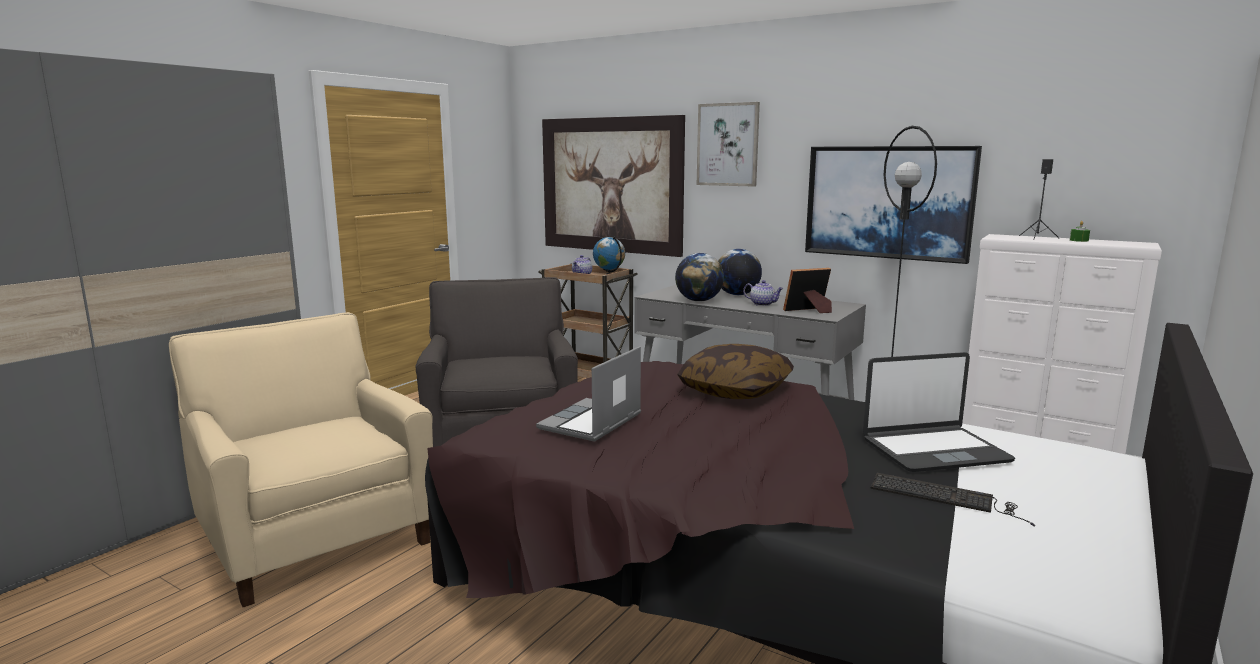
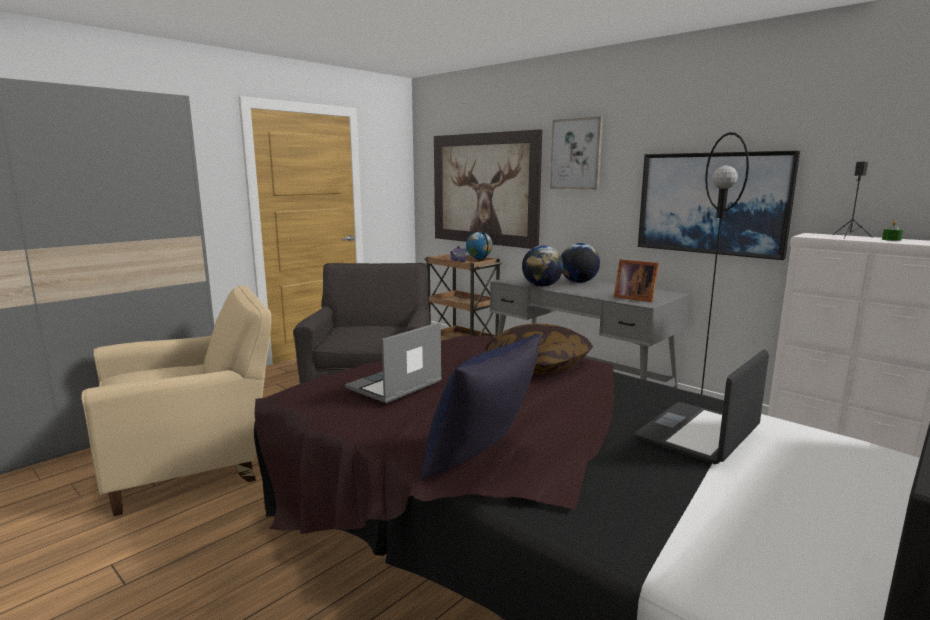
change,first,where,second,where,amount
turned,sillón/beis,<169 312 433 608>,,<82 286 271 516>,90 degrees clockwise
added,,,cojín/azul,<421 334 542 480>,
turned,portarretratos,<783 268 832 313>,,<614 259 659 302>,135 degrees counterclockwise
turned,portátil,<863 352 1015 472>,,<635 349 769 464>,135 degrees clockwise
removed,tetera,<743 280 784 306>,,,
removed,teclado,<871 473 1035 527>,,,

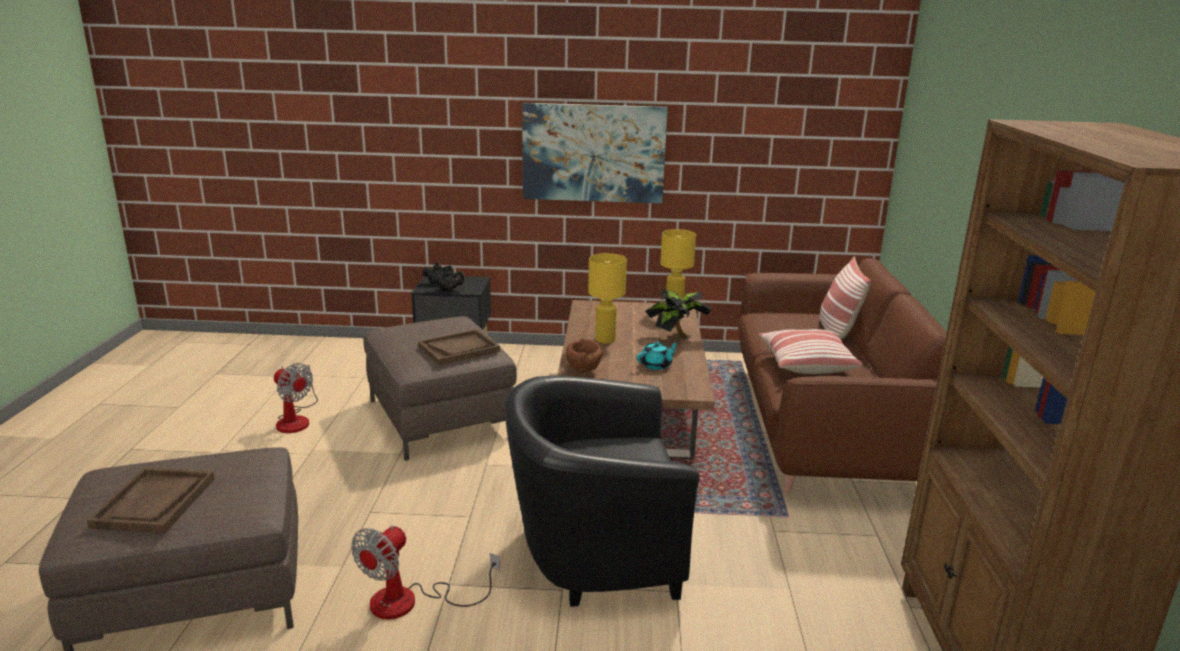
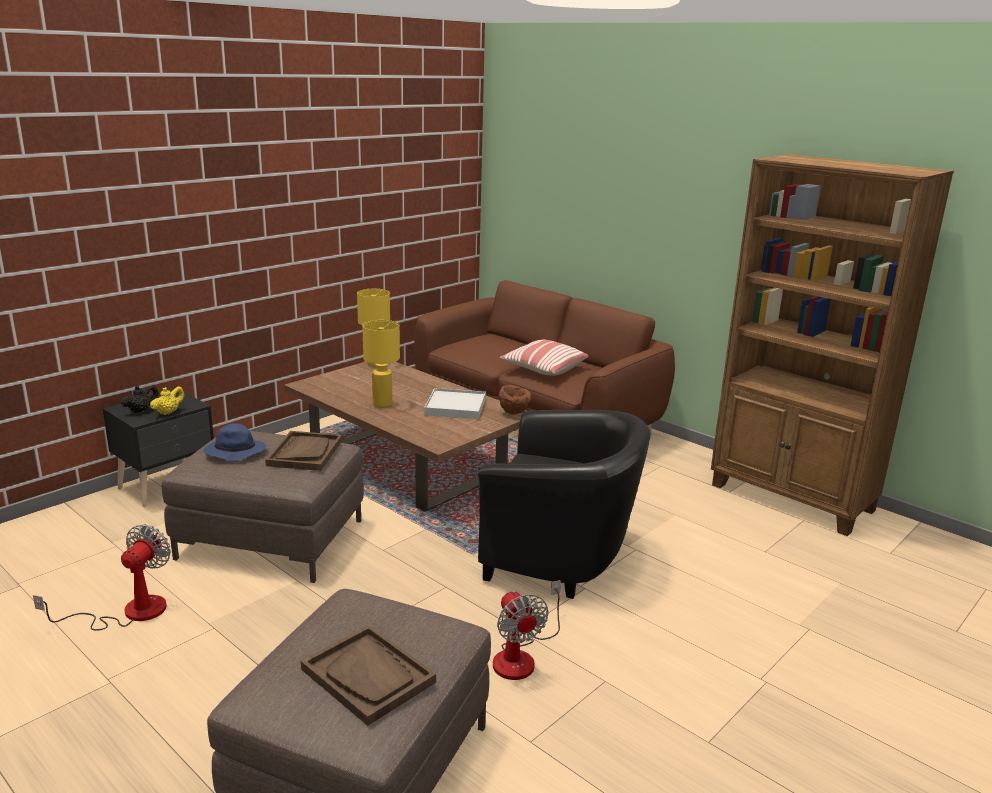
change,first,where,second,where,amount
turned,ventilador,<274 363 318 433>,,<33 524 171 631>,60 degrees counterclockwise
recoloured,tetera/negro,<432 268 465 291>,tetera/amarillo,<150 387 185 415>,
added,,,sombrero/azul,<203 423 266 462>,
replaced,tetera/turquesa,<637 342 679 370>,bandeja/blanco,<424 388 486 419>,
turned,sillón/negro,<505 376 700 607>,,<478 410 651 599>,105 degrees counterclockwise
moved,cuenco/marrón,<566 338 603 372>,,<499 385 532 415>,
removed,cuadro,<522 103 668 203>,,,
removed,planta en maceta,<645 289 712 339>,,,
removed,cojín,<820 257 871 339>,,,

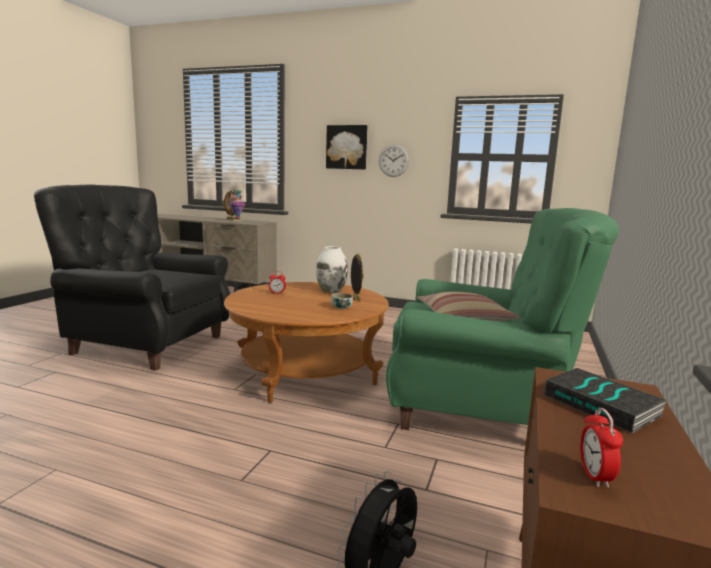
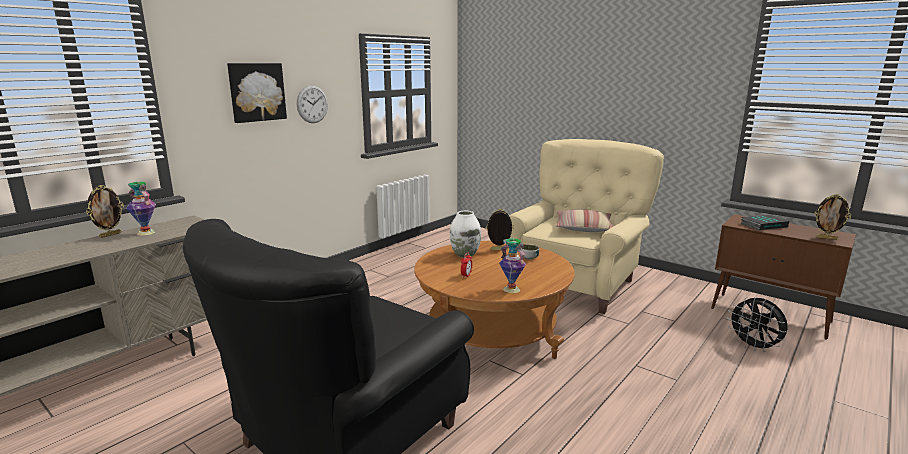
change,first,where,second,where,amount
added,,,florero,<499 238 526 293>,
recoloured,sillón/verde,<386 208 619 430>,sillón/beis,<509 139 664 314>,
replaced,despertador,<580 408 623 488>,portarretratos,<814 194 851 240>,

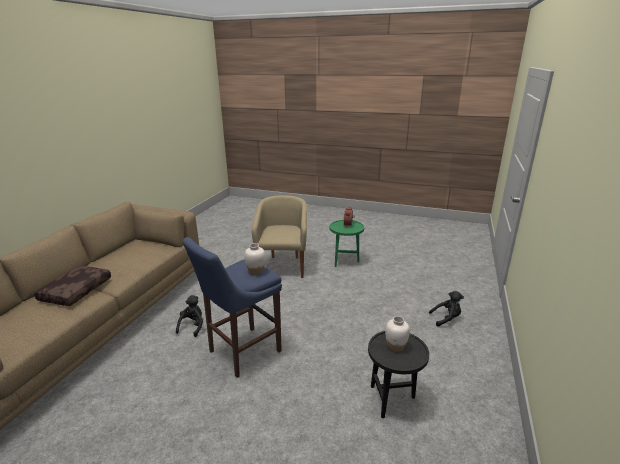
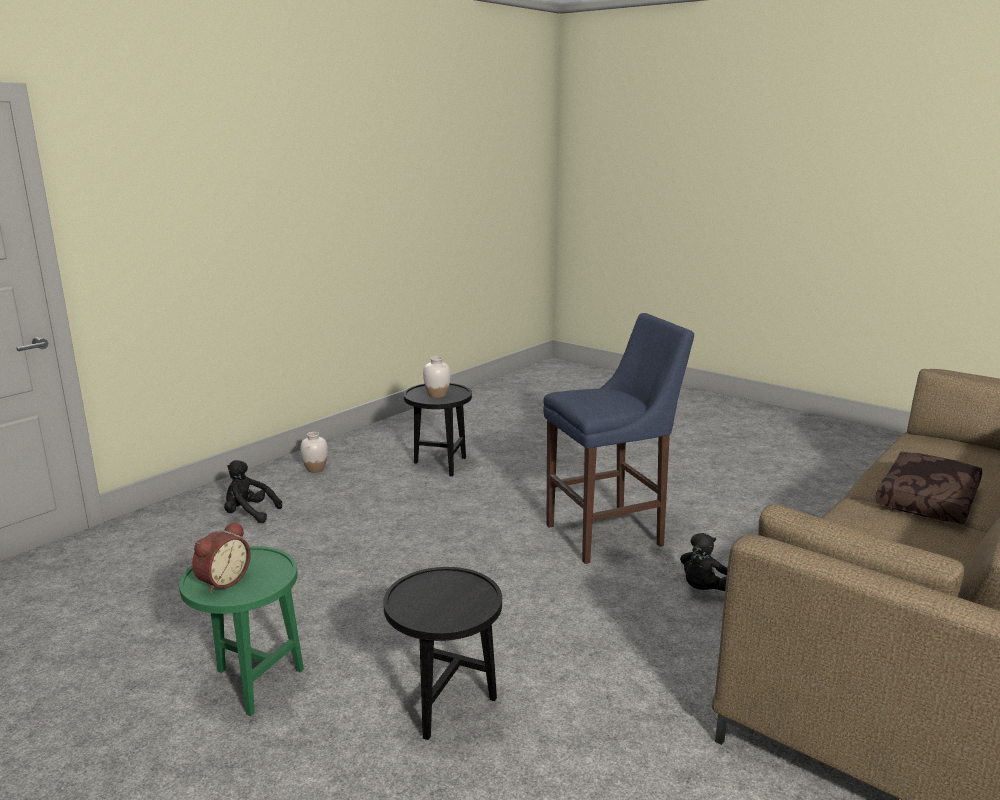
change,first,where,second,where,amount
moved,florero/blanco,<244 243 266 275>,,<300 432 328 473>,
replaced,sillón/beis,<251 195 307 278>,mesa auxiliar/negro,<383 567 502 740>,

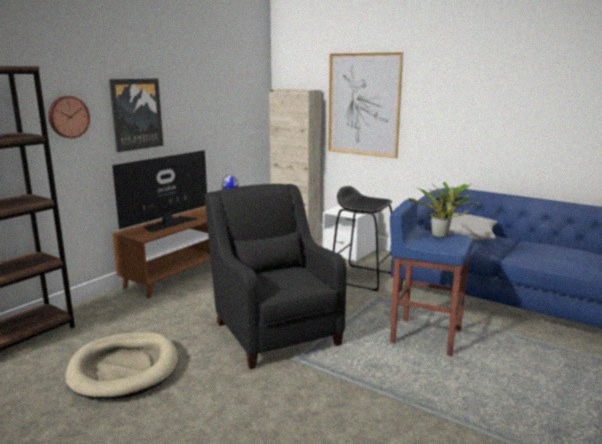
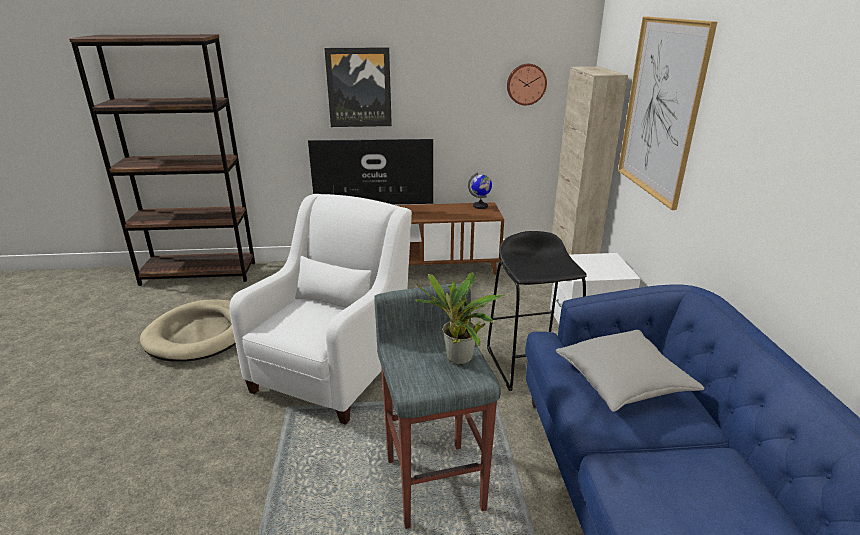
change,first,where,second,where,amount
recoloured,sillón/negro,<205 184 347 369>,sillón/blanco,<229 194 412 425>,
recoloured,taburete/azul,<390 198 474 356>,taburete/gris,<374 283 500 529>,
moved,reloj de pared,<48 96 90 138>,,<507 64 547 106>,

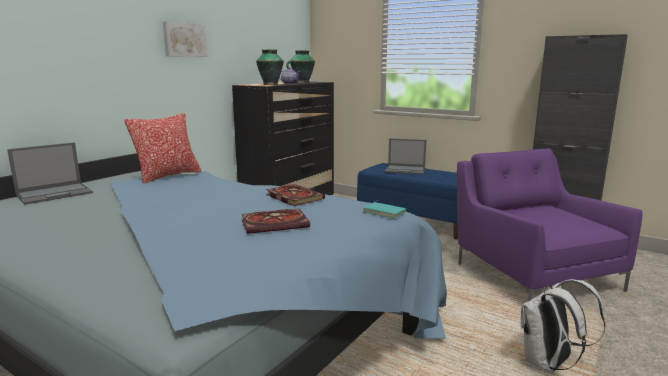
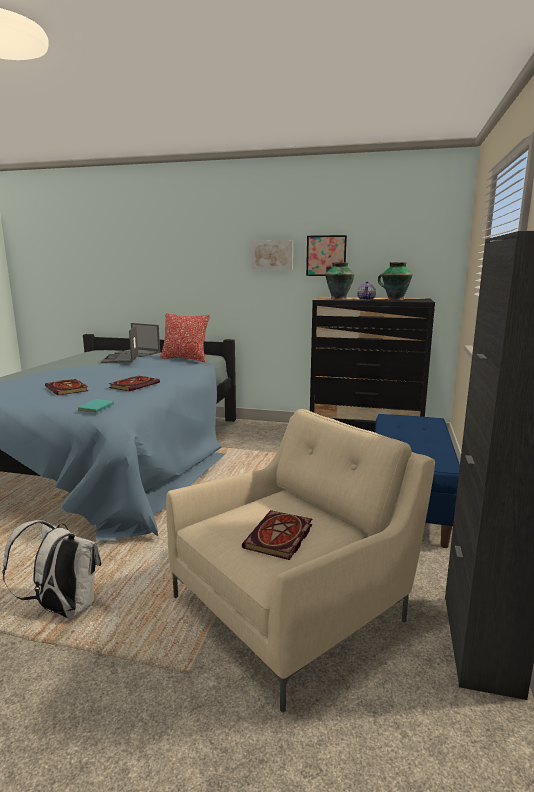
change,first,where,second,where,amount
moved,portátil,<385 138 426 174>,,<101 325 138 363>,
recoloured,sillón/morado,<457 148 642 301>,sillón/beis,<166 409 435 713>,
added,,,libro,<242 510 312 560>,
added,,,cuadro,<306 235 347 276>,

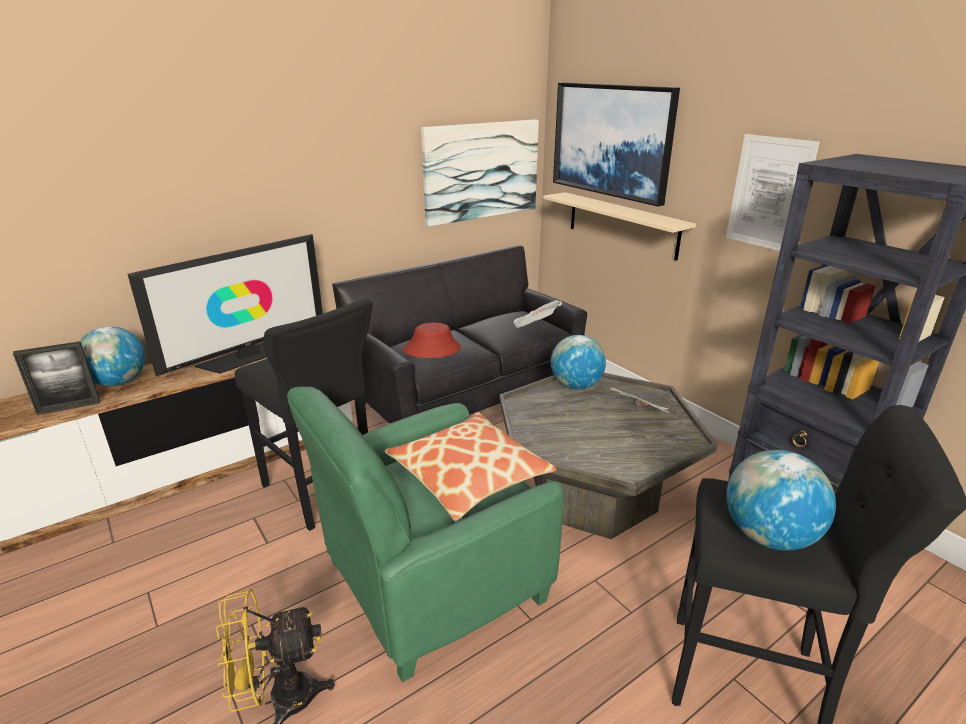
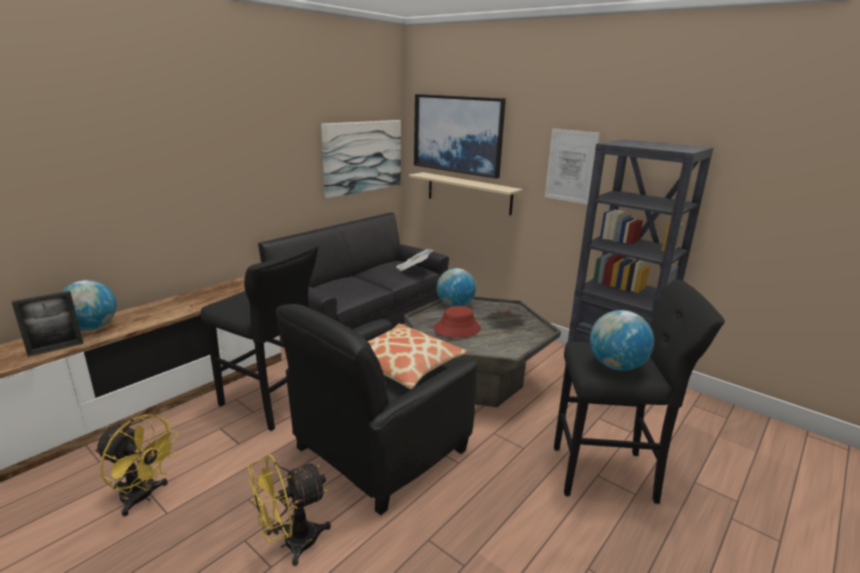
change,first,where,second,where,amount
added,,,ventilador/amarillo,<95 415 179 517>,
recoloured,sillón/verde,<287 387 564 682>,sillón/negro,<276 304 478 515>,
moved,sombrero/rojo,<403 323 461 358>,,<434 306 481 338>,
removed,televisor,<128 234 323 376>,,,

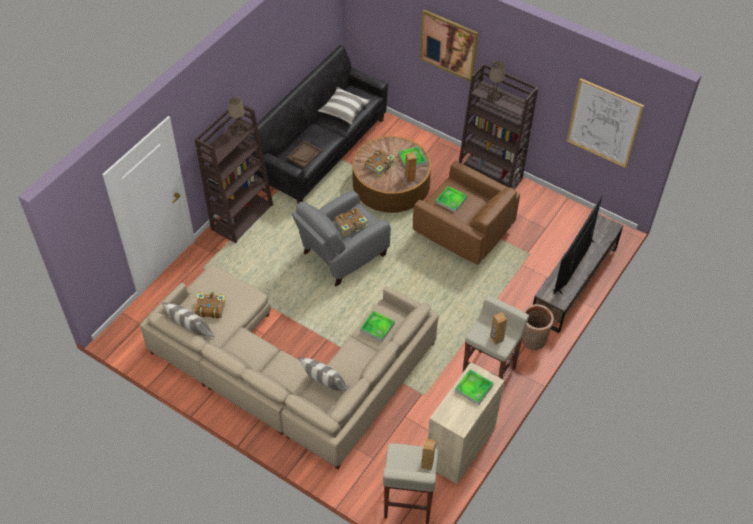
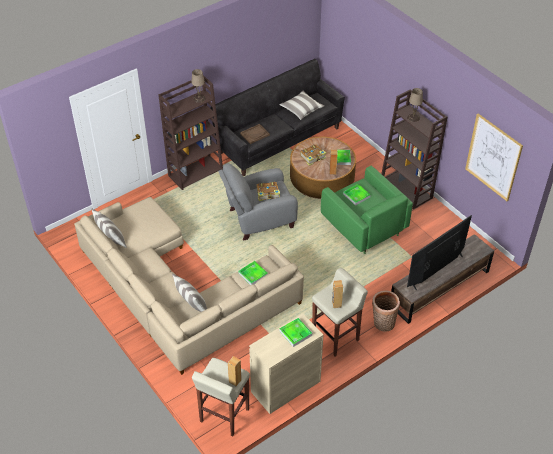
change,first,where,second,where,amount
recoloured,sillón/marrón,<413 161 520 265>,sillón/verde,<321 166 413 254>,
removed,libro,<194 291 226 319>,,,
removed,cuadro,<420 9 478 82>,,,

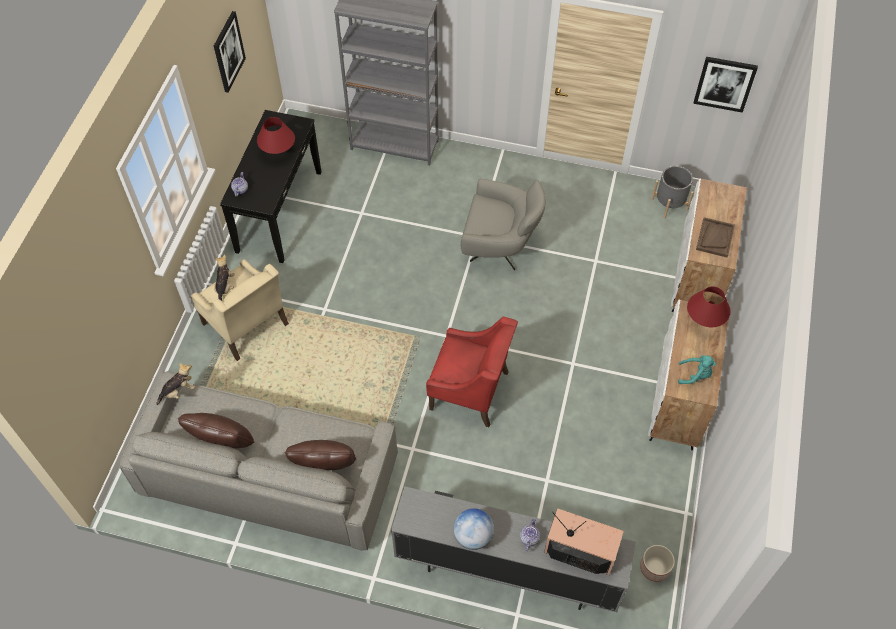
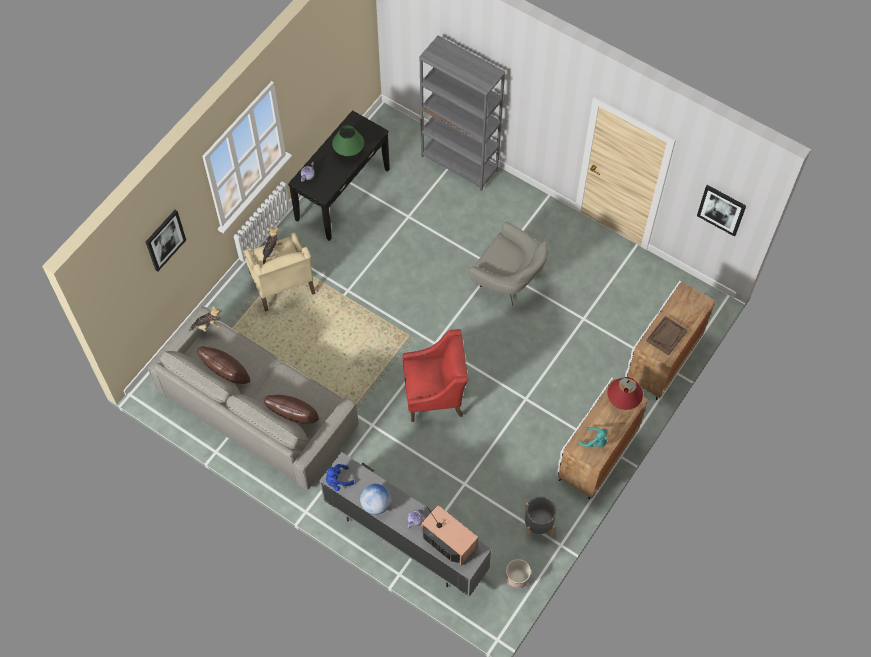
change,first,where,second,where,amount
moved,cuadro,<214 11 246 93>,,<146 210 186 272>,
added,,,peluche/azul,<325 464 354 491>,
recoloured,lámpara de mesa/rojo,<257 117 295 154>,lámpara de mesa/verde,<332 126 364 156>,
turned,sillón/rojo,<426 317 518 427>,,<402 329 468 422>,45 degrees counterclockwise
moved,maceta/gris,<651 166 694 218>,,<524 496 556 538>,

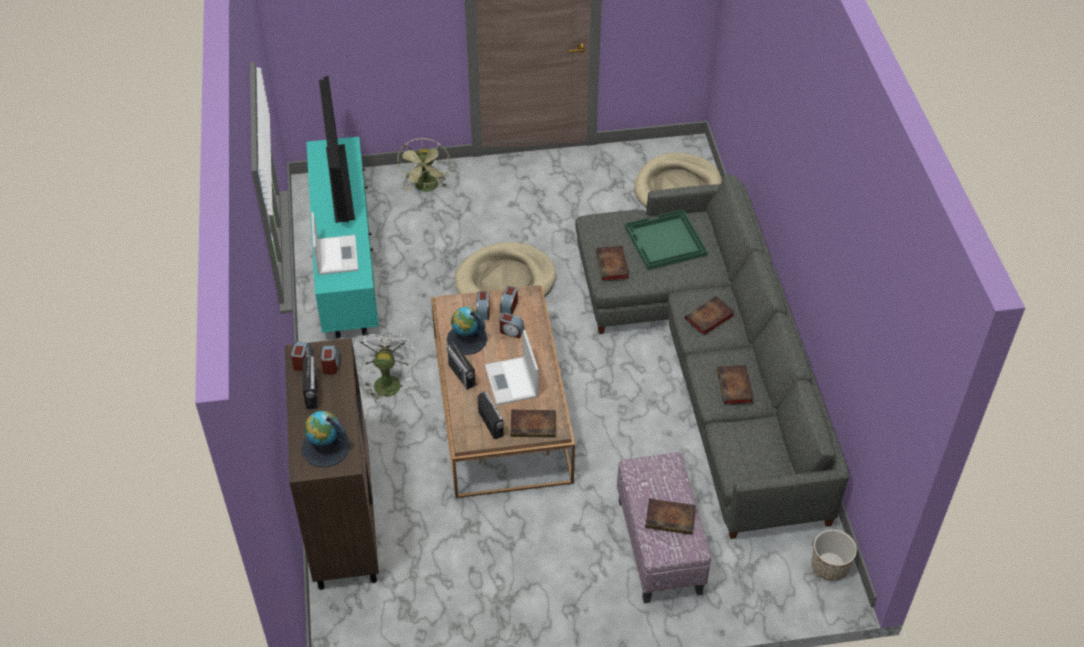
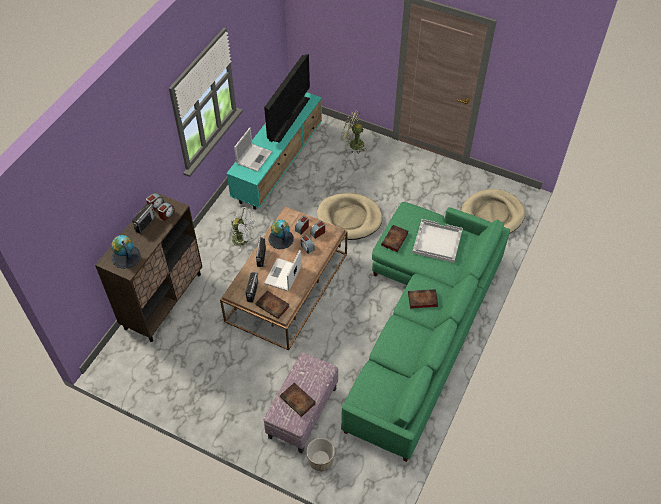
change,first,where,second,where,amount
turned,ventilador/blanco,<354 328 415 403>,,<231 207 256 251>,75 degrees clockwise
moved,maceta,<811 529 857 581>,,<306 438 335 471>,
turned,ventilador/verde,<397 138 451 192>,,<341 110 367 154>,75 degrees clockwise
recoloured,sofá/gris,<575 174 850 539>,sofá/verde,<341 202 510 462>,
recoloured,bandeja/verde,<625 210 708 270>,bandeja/blanco,<412 219 463 263>,
removed,libro,<717 365 754 405>,,,

